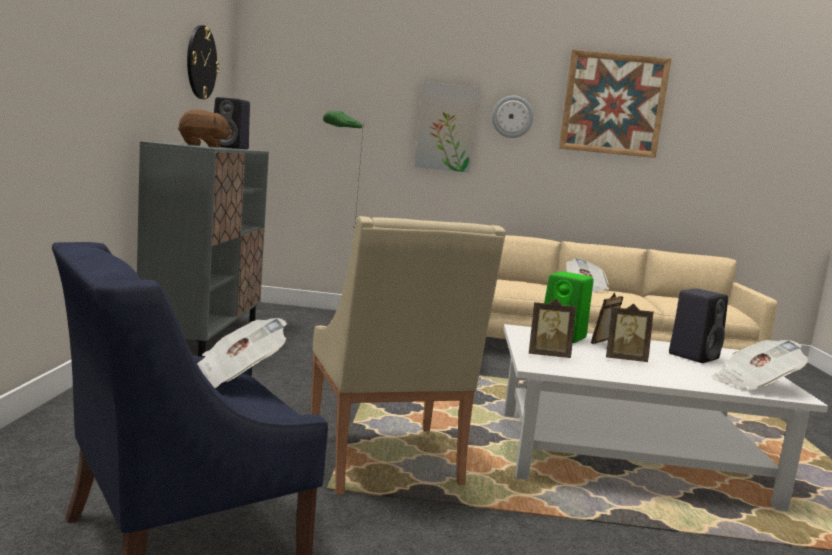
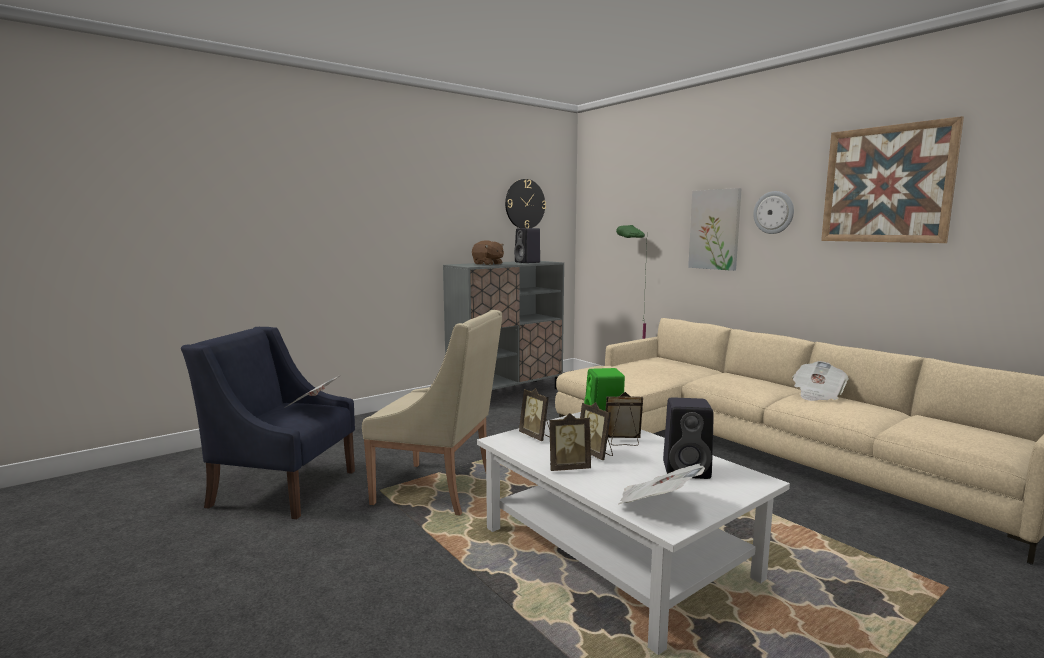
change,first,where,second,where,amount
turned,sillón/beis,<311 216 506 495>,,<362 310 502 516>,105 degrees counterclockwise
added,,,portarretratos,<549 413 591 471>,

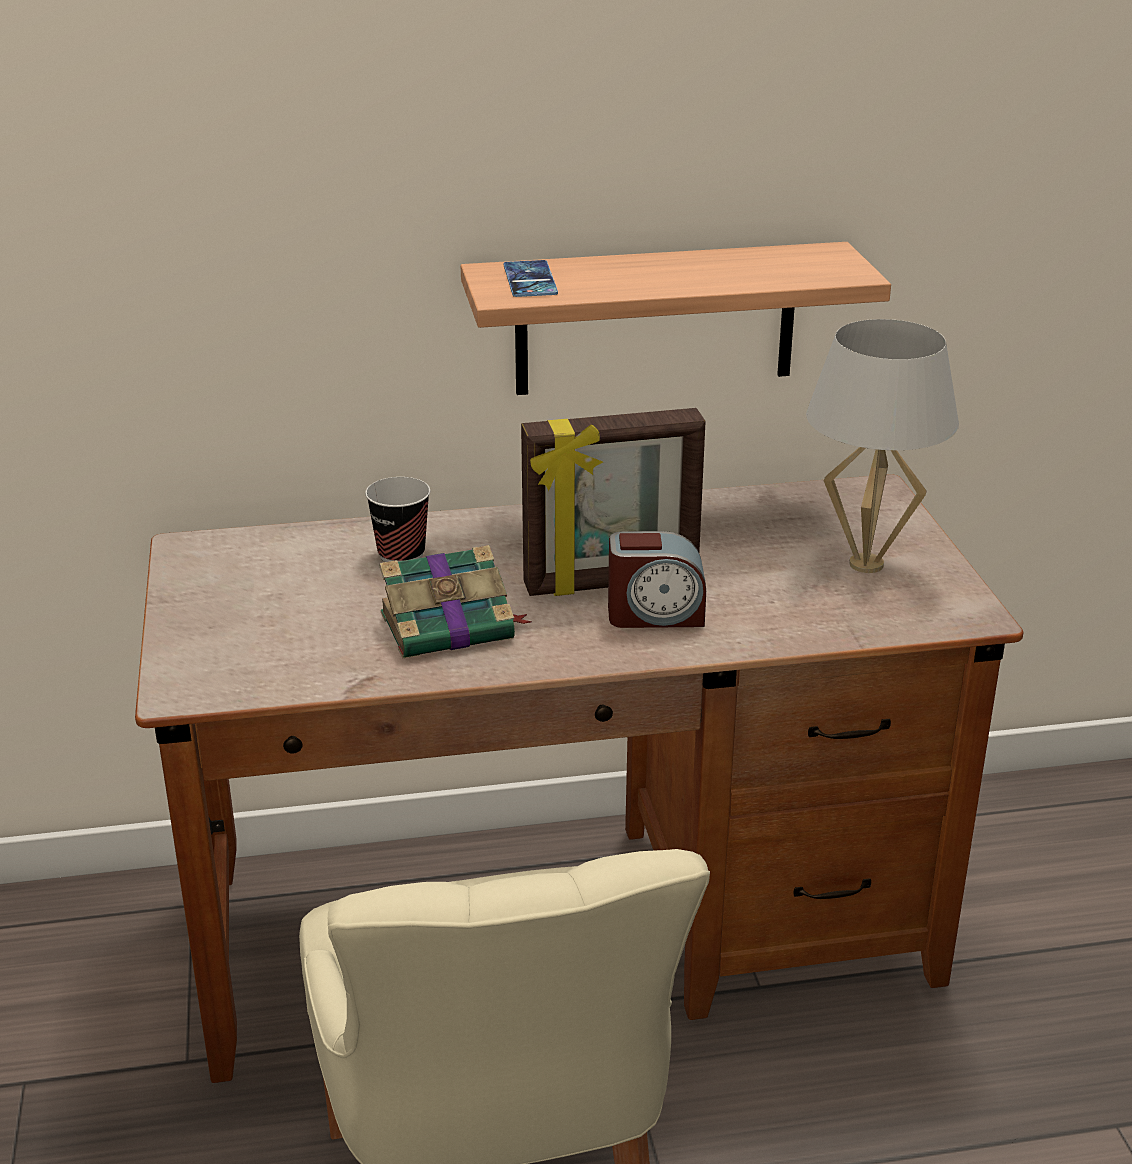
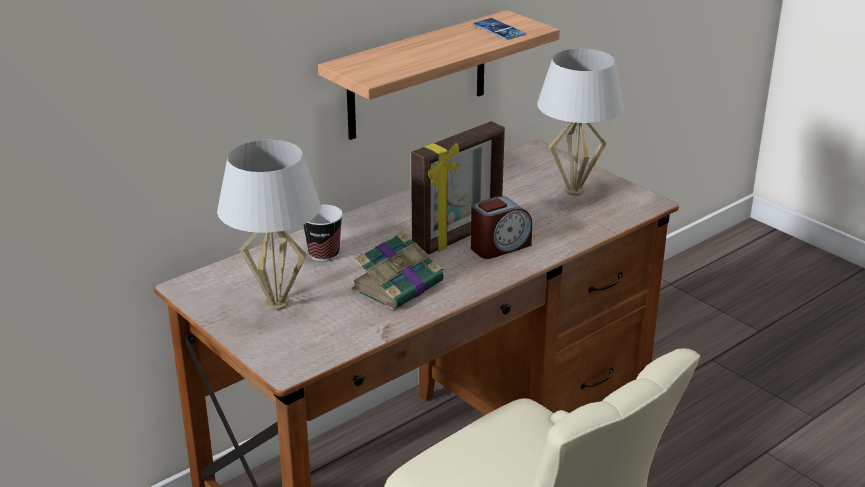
change,first,where,second,where,amount
added,,,lámpara de mesa/blanco,<217 140 321 311>,
moved,móvil,<504 260 558 297>,,<473 18 526 40>,

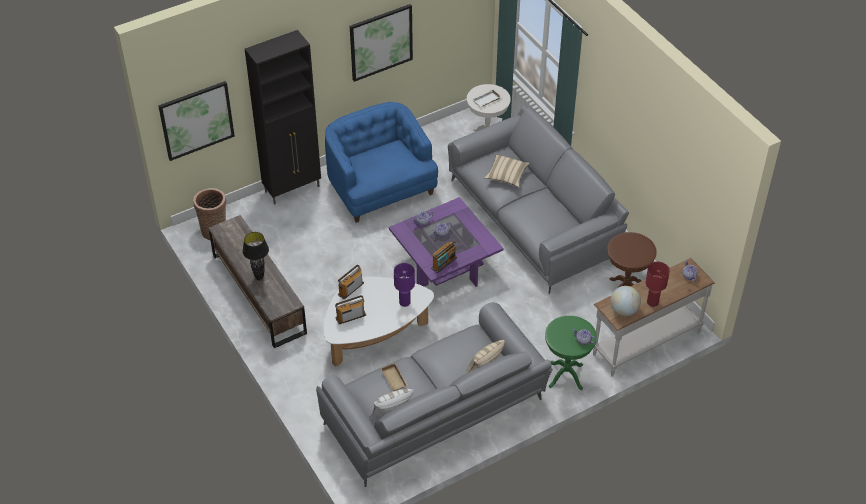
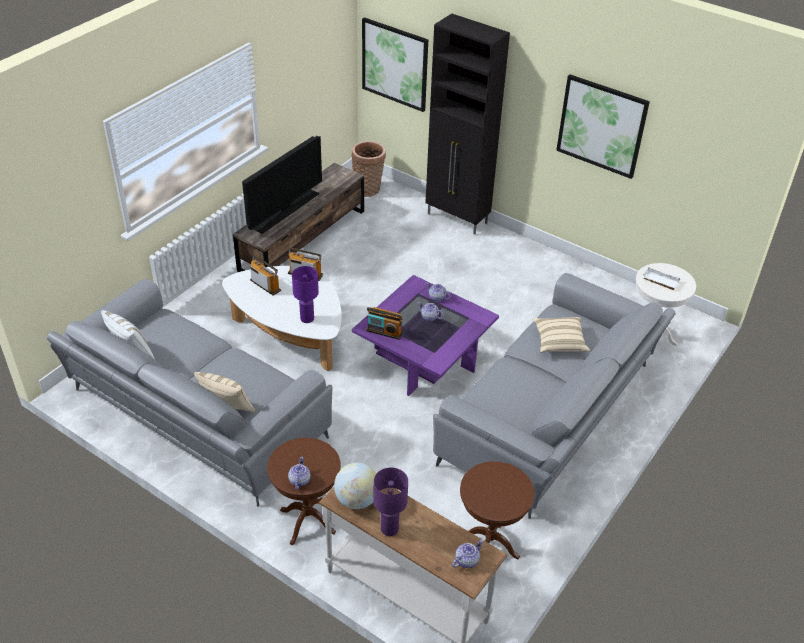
change,first,where,second,where,amount
replaced,lámpara de mesa/negro,<242 232 269 281>,televisor,<242 136 322 234>,
recoloured,mesa auxiliar/verde,<545 316 597 390>,mesa auxiliar/marrón,<267 438 341 545>,
recoloured,lámpara de mesa/rojo,<645 262 670 307>,lámpara de mesa/morado,<374 467 408 536>,
removed,sillón/azul,<325 102 438 223>,,,
removed,bandeja/beis,<381 363 408 391>,,,

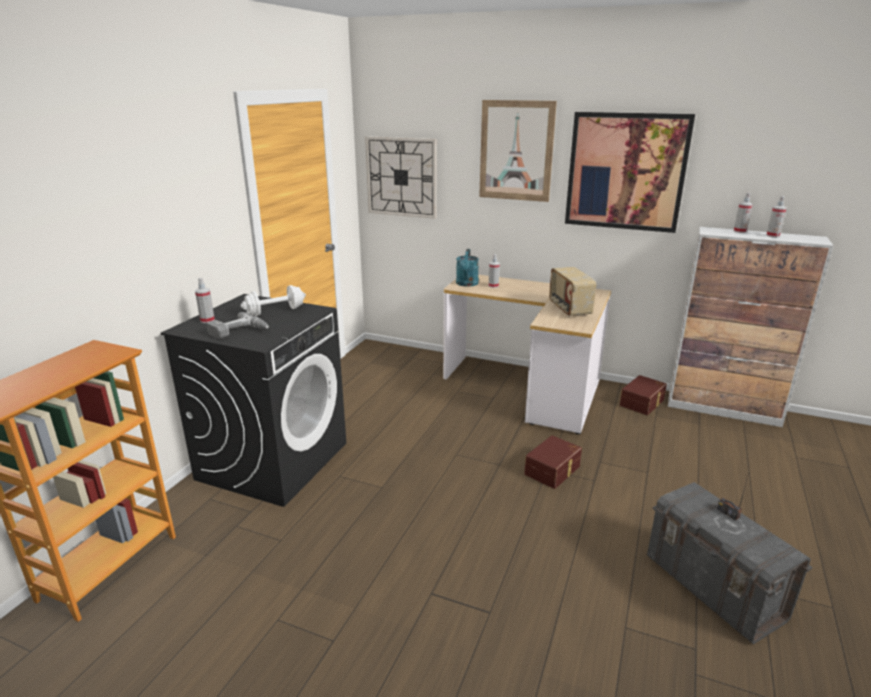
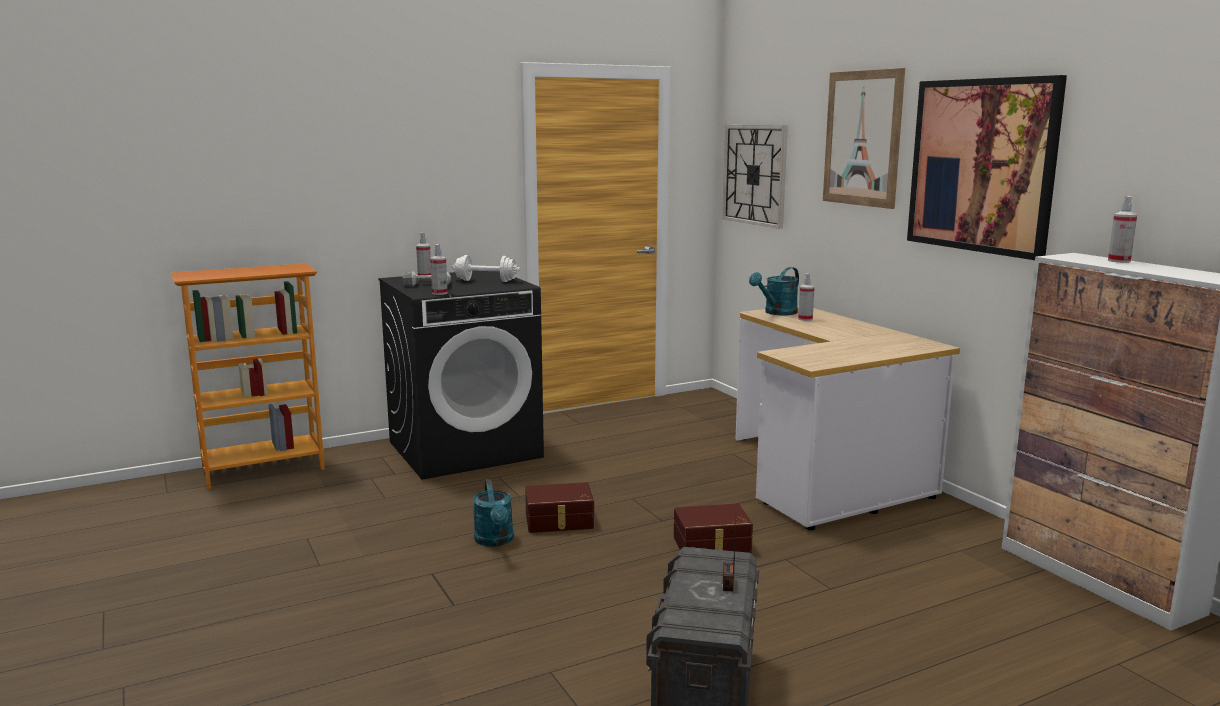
change,first,where,second,where,amount
moved,pulverizador,<766 196 787 237>,,<430 244 448 295>,
added,,,regadera/turquesa,<473 479 514 547>,
moved,caja de almacenaje/marrón,<620 375 667 415>,,<525 482 594 533>,
removed,radio,<549 267 596 317>,,,

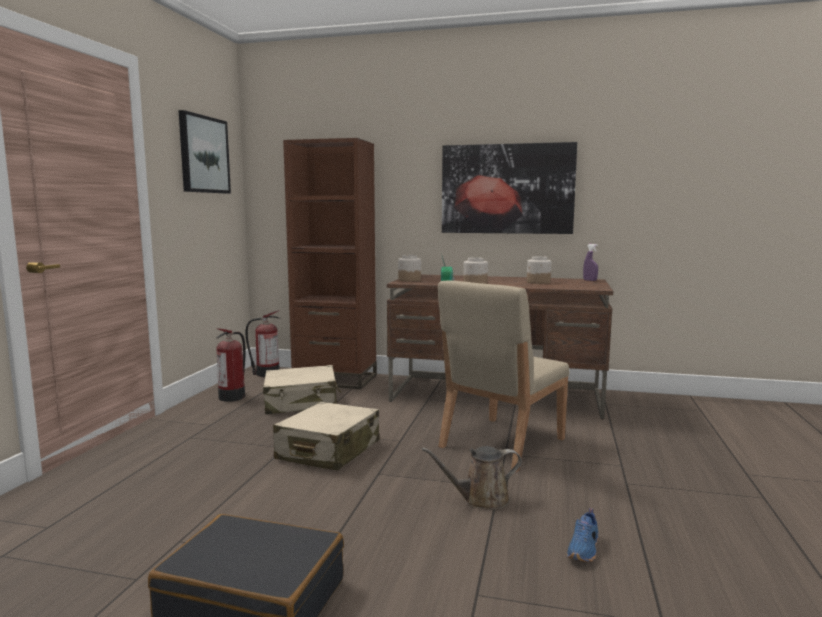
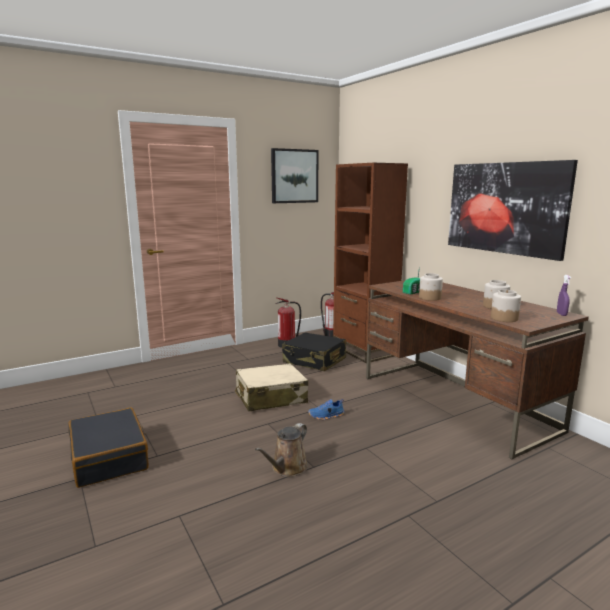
change,first,where,second,where,amount
turned,regadera/marrón,<421 446 522 510>,,<255 423 308 477>,90 degrees counterclockwise
recoloured,maleta/beis,<263 365 341 414>,maleta/negro,<282 332 346 371>,
moved,zapato/azul,<567 508 598 562>,,<308 399 344 420>,
moved,tarro,<398 255 421 282>,,<491 290 521 322>,
removed,silla/beis,<438 280 569 472>,,,

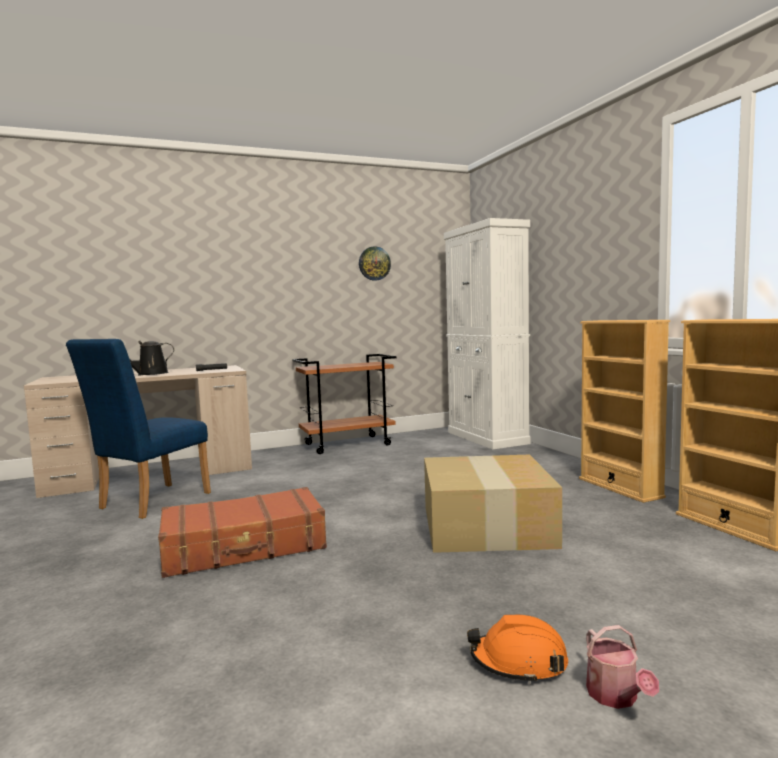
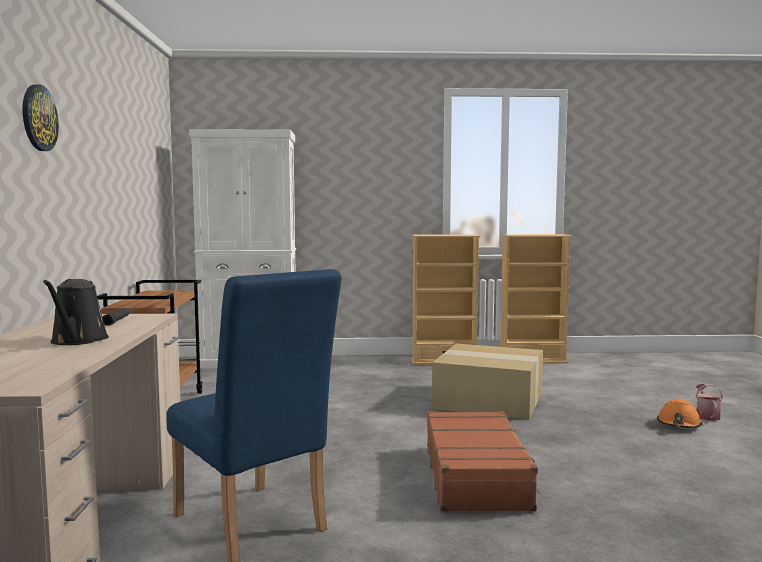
change,first,where,second,where,amount
moved,reloj de pared,<359 246 391 281>,,<23 84 59 151>,
turned,regadera,<586 625 659 709>,,<695 384 723 421>,90 degrees counterclockwise

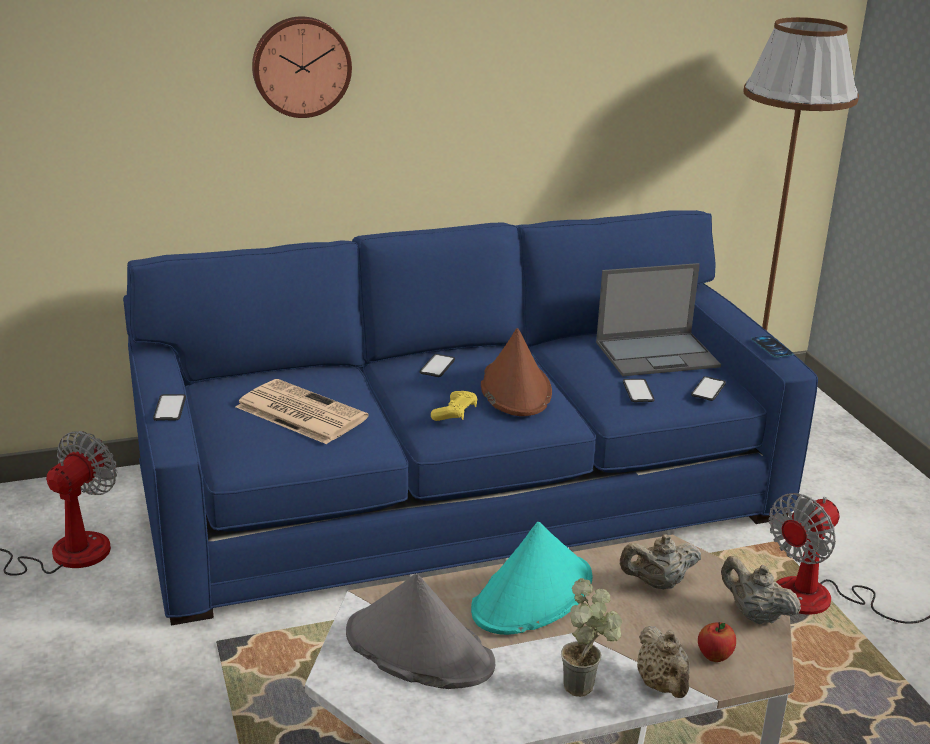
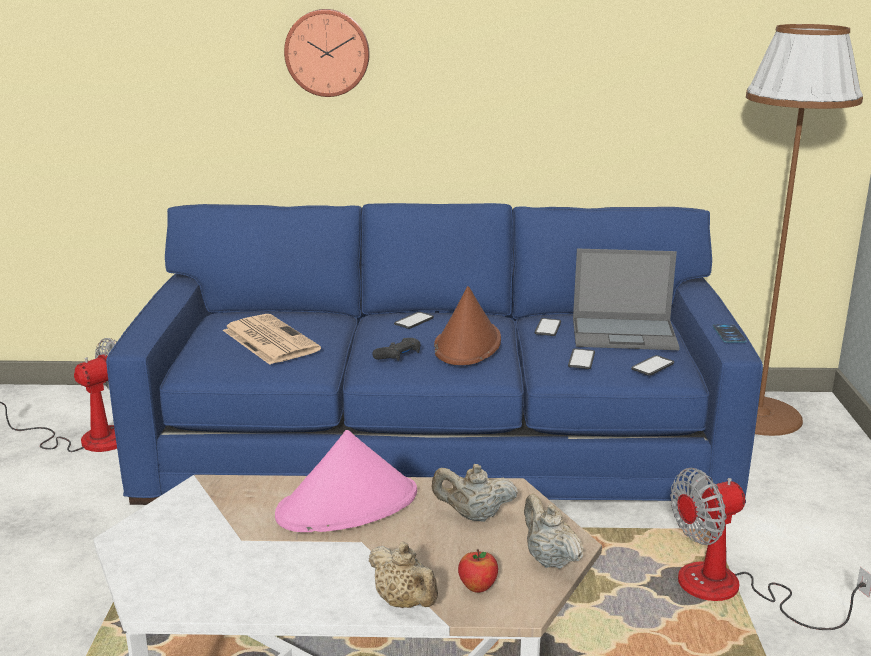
change,first,where,second,where,amount
recoloured,sombrero/turquesa,<471 522 593 635>,sombrero/rosa,<275 430 417 532>,
turned,tetera/beis,<637 626 690 698>,,<369 542 438 608>,45 degrees counterclockwise
recoloured,mando de consola/amarillo,<431 391 477 421>,mando de consola/negro,<372 338 421 361>,
moved,móvil,<153 394 186 421>,,<535 318 561 336>,
removed,sombrero/gris,<346 574 495 689>,,,
removed,planta en maceta,<561 578 622 697>,,,

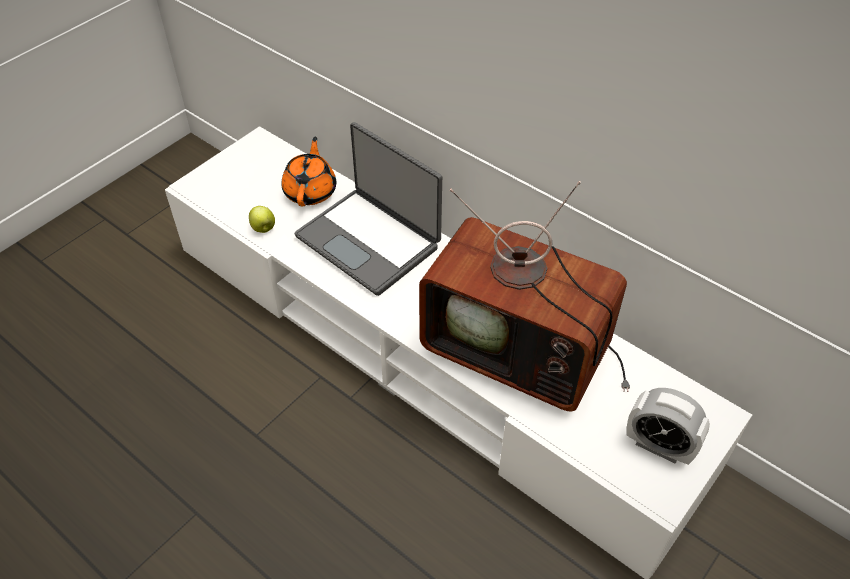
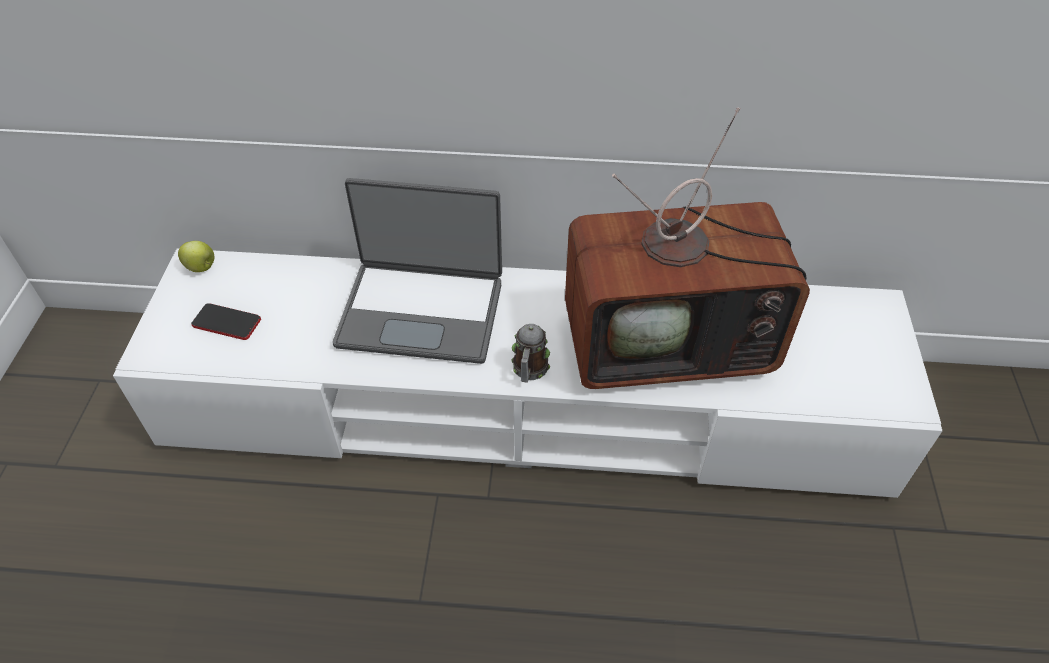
change,first,where,second,where,amount
moved,manzana,<249 206 275 233>,,<178 241 214 272>,
added,,,móvil,<191 303 261 340>,
added,,,taza grande,<512 324 550 383>,
removed,tetera/naranja,<281 137 336 207>,,,
removed,despertador,<626 388 710 465>,,,

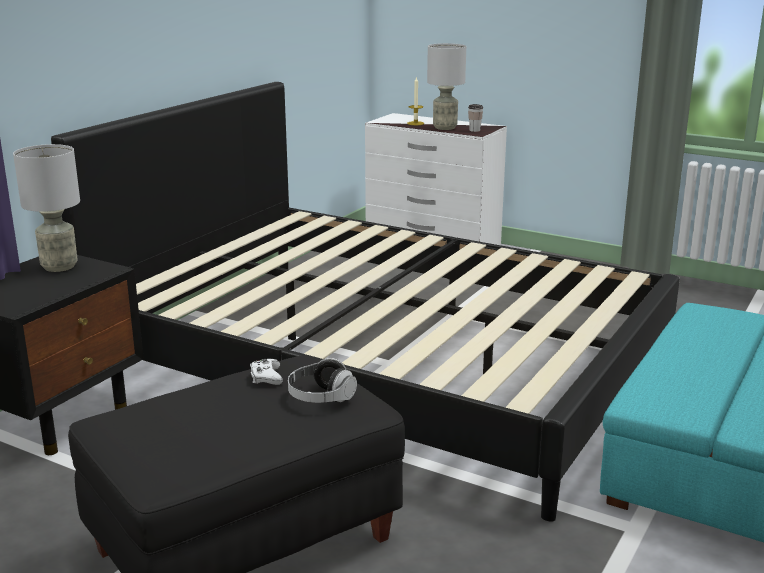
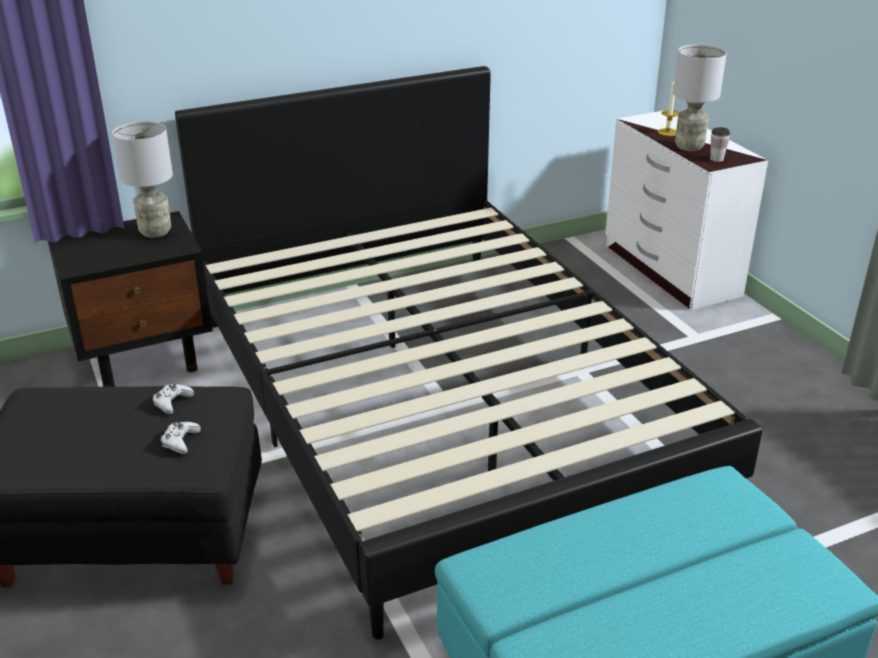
change,first,where,second,where,amount
replaced,auriculares,<288 358 357 403>,mando de consola/blanco,<161 422 201 454>,

